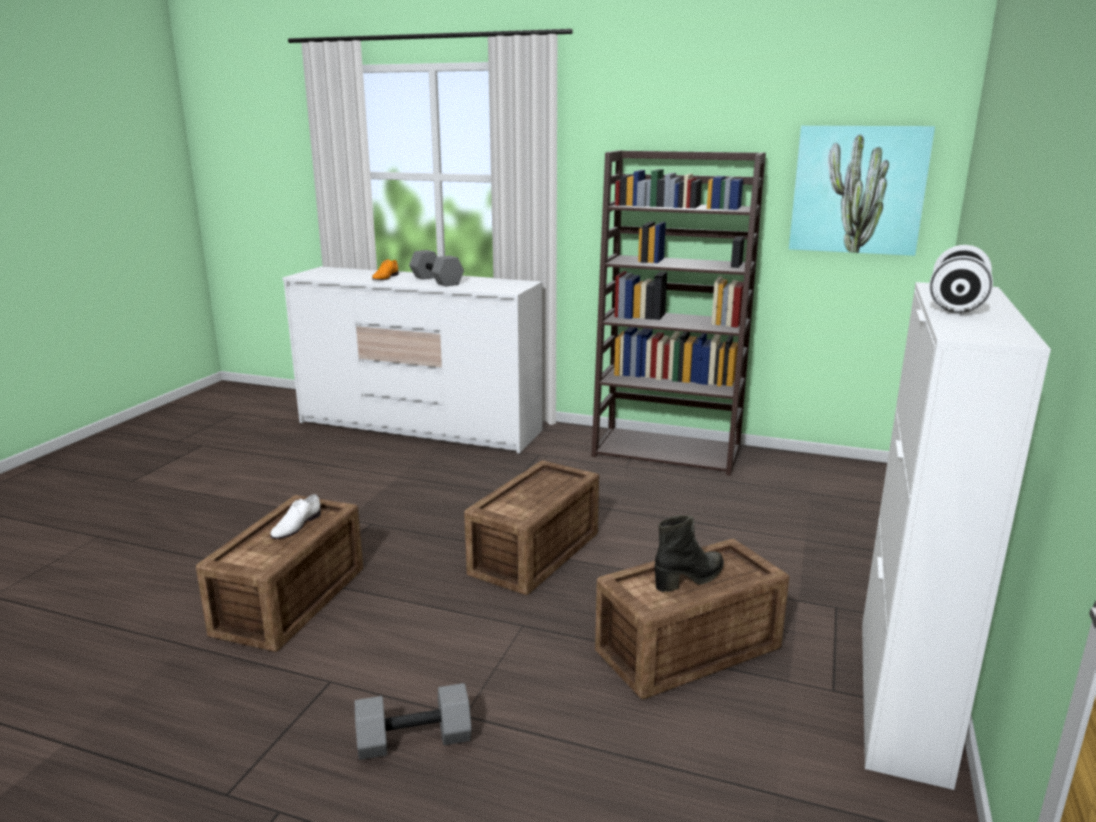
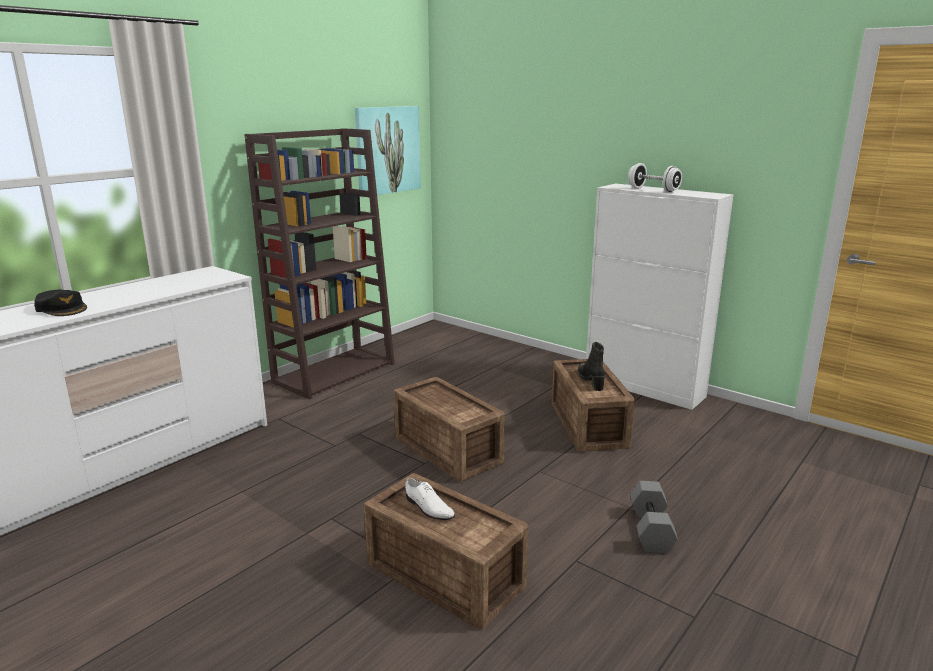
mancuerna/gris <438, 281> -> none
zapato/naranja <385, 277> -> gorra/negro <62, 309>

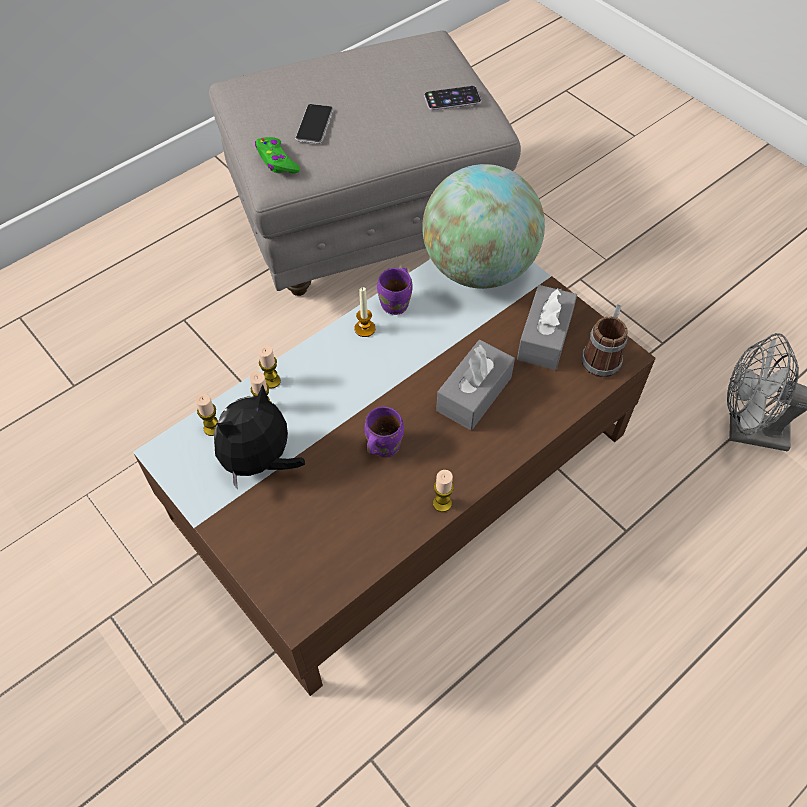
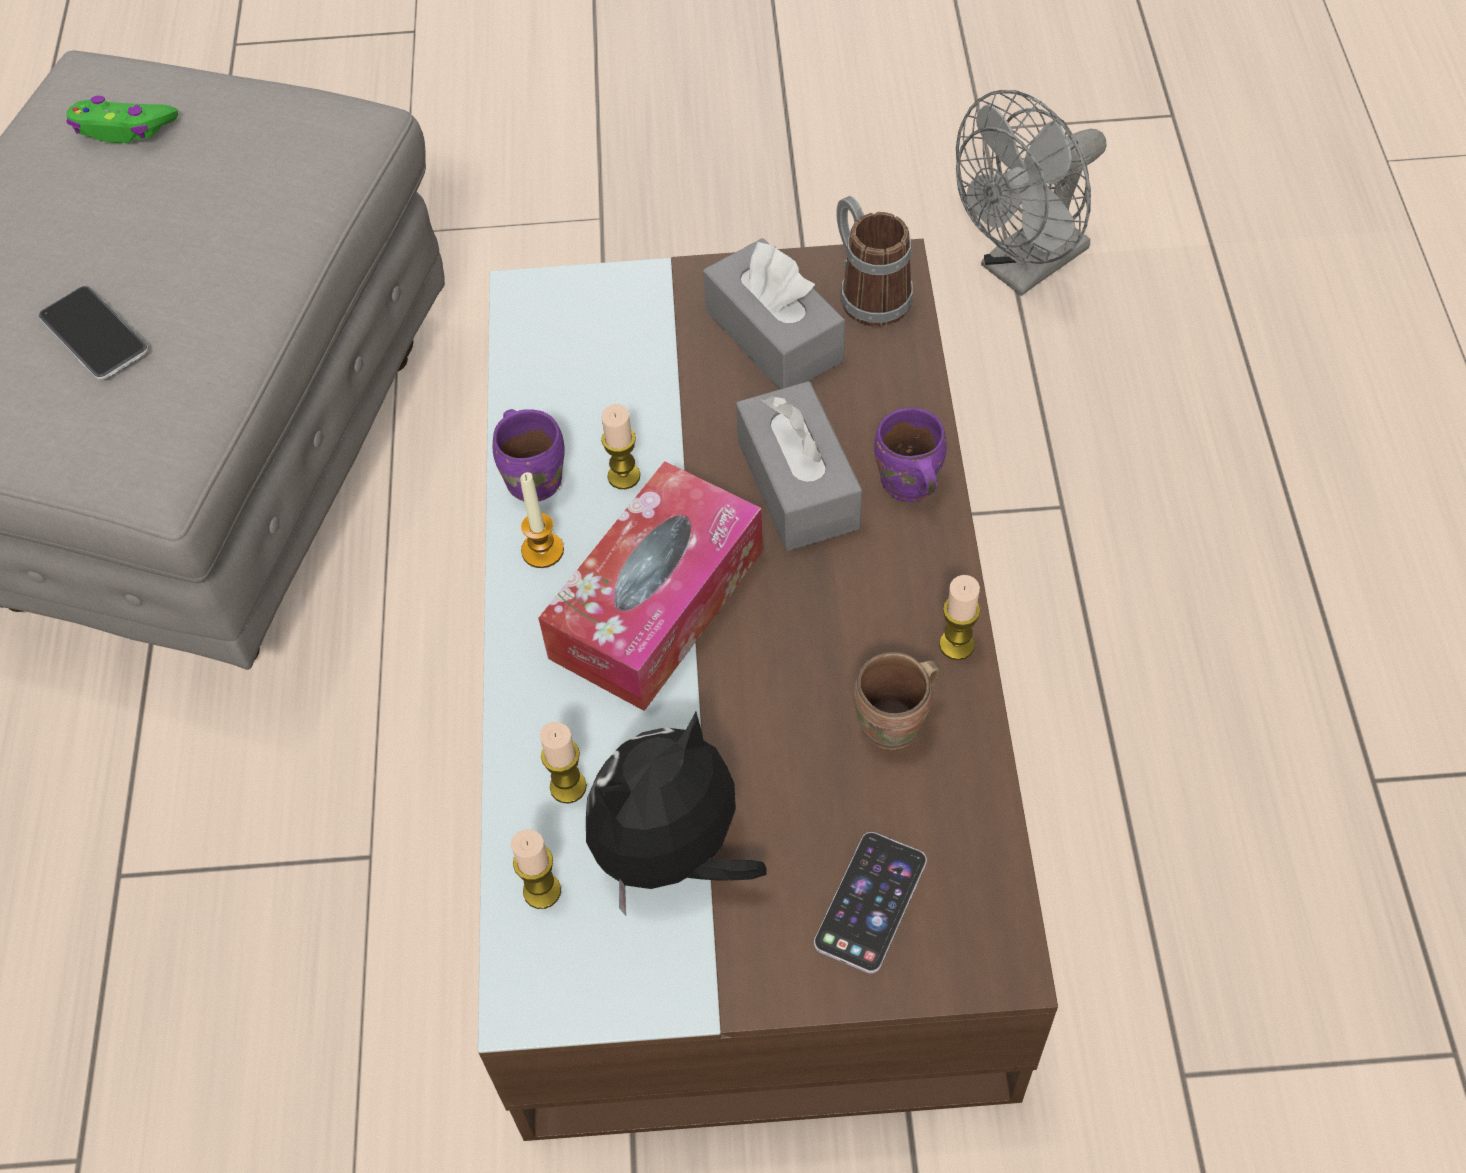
móvil <452, 98> -> móvil <870, 902>, moved
mando de consola/verde <276, 161> -> mando de consola/verde <123, 129>, moved
globo terráqueo <478, 268> -> none
vela <272, 381> -> vela <624, 476>, moved
peluche <260, 462> -> peluche <673, 854>, 60 degrees clockwise
taza grande/morado <382, 446> -> taza grande/morado <907, 486>, moved
none -> caja de pañuelos <657, 604>
none -> taza grande/marrón <896, 725>

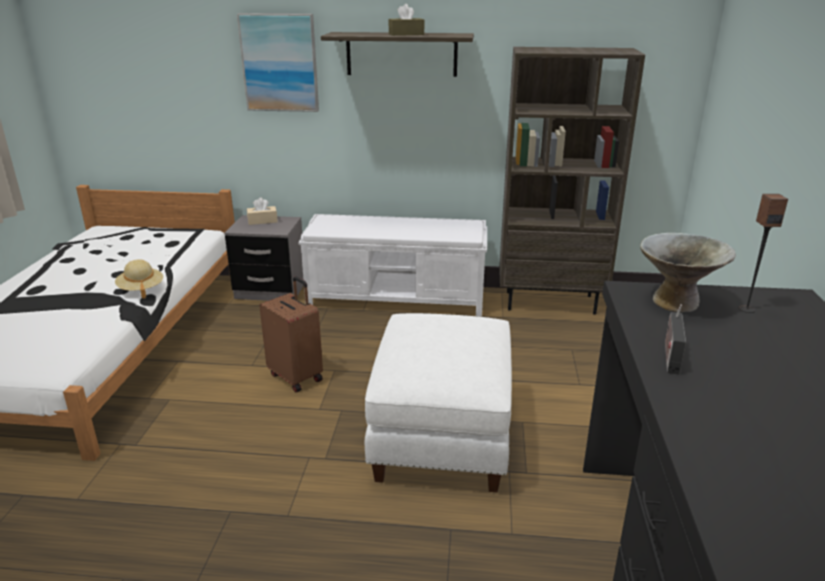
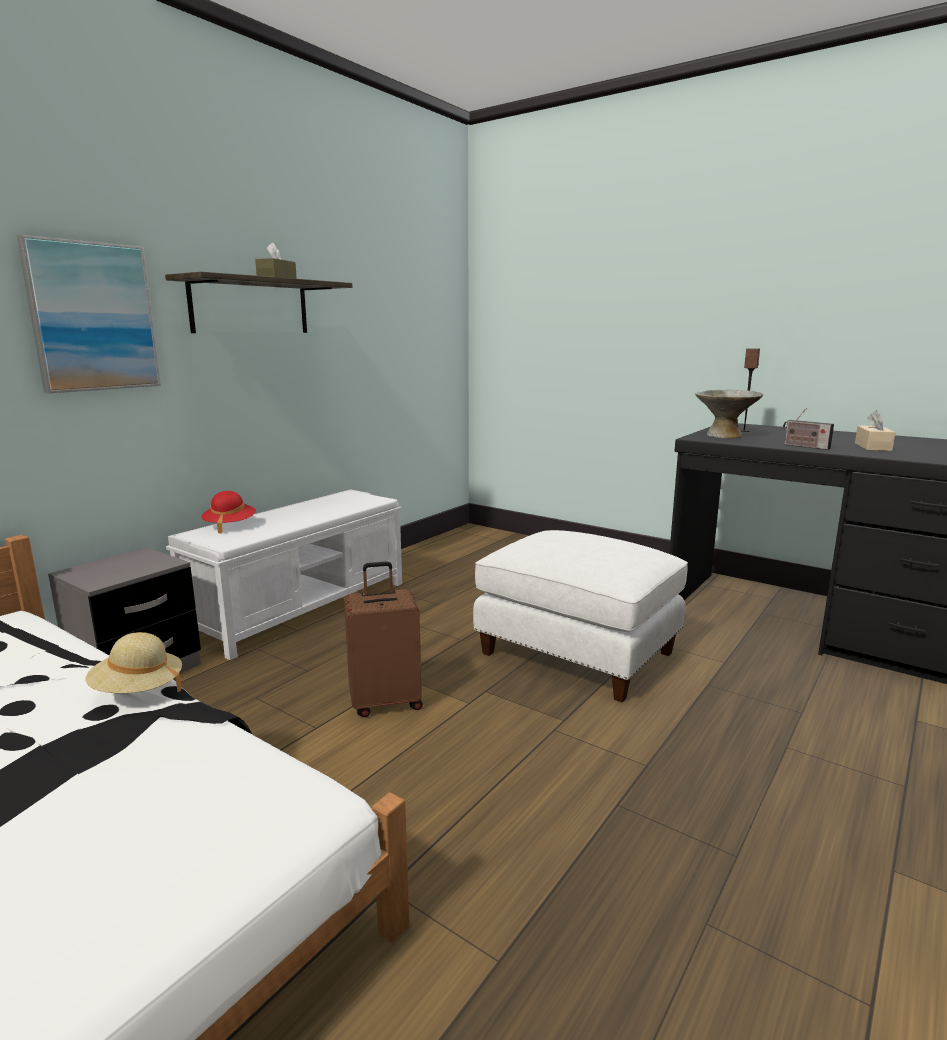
estantería/marrón <550, 302> -> none
caja de pañuelos/beis <262, 221> -> caja de pañuelos/beis <872, 447>, moved
none -> sombrero/rojo <230, 526>

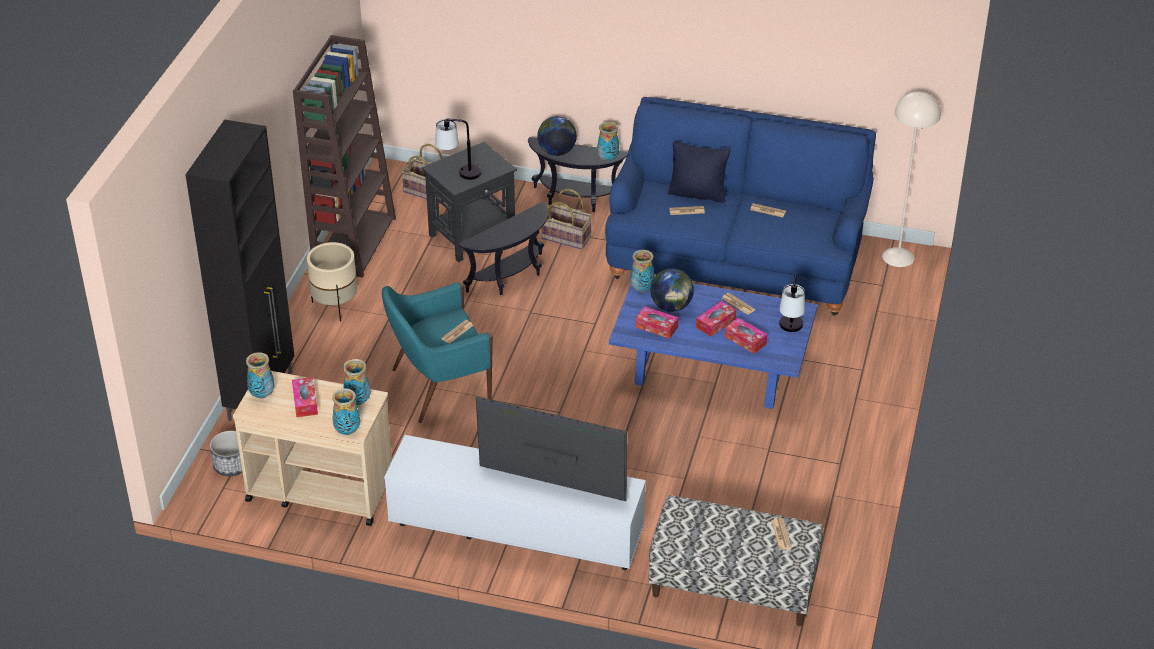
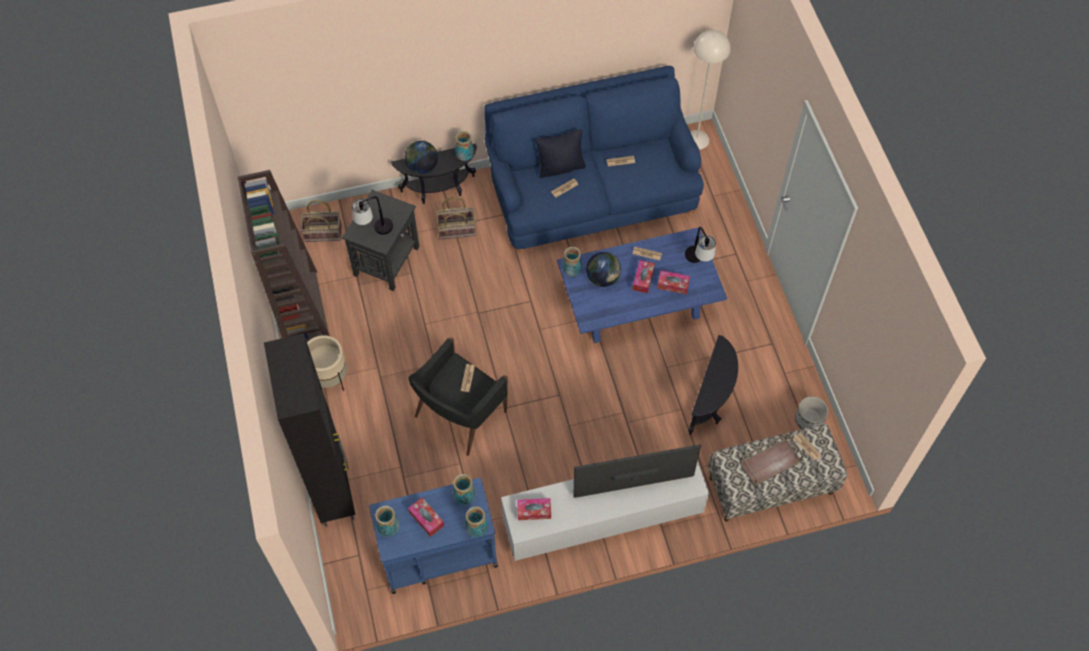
mesa auxiliar/negro <511, 278> -> mesa auxiliar/negro <711, 402>, moved
sillón/turquesa <438, 387> -> sillón/negro <459, 415>
caja de pañuelos <656, 327> -> caja de pañuelos <534, 511>, moved
carrito/beis <319, 489> -> carrito/azul <438, 554>
maceta <231, 465> -> maceta <808, 420>, moved
none -> bandeja/marrón <770, 461>

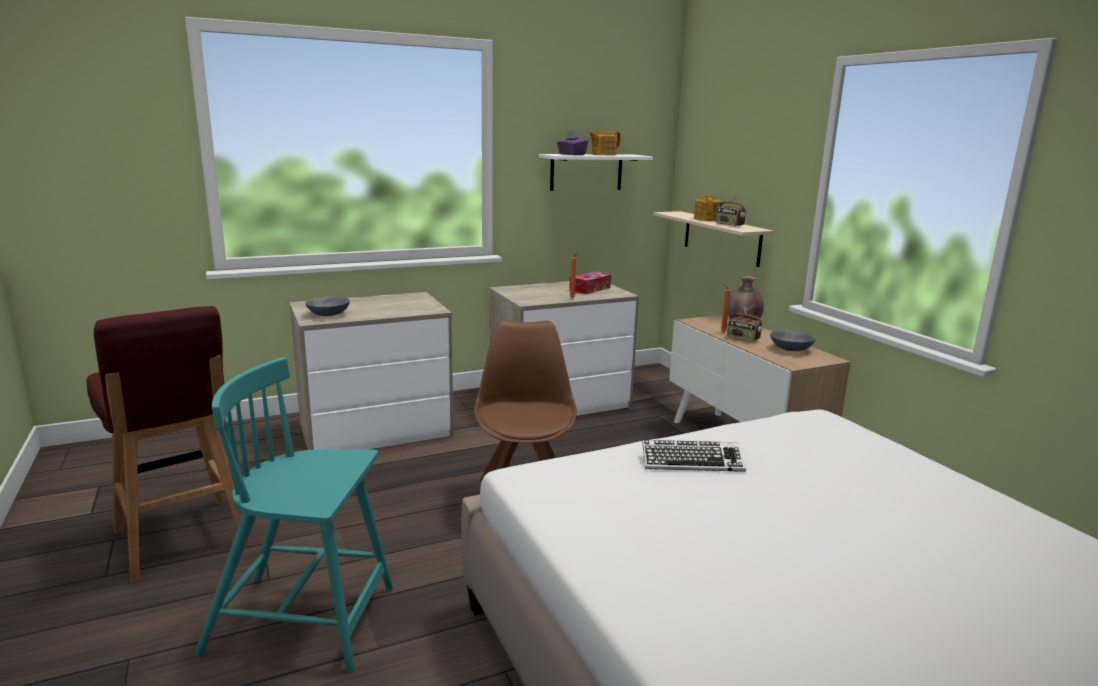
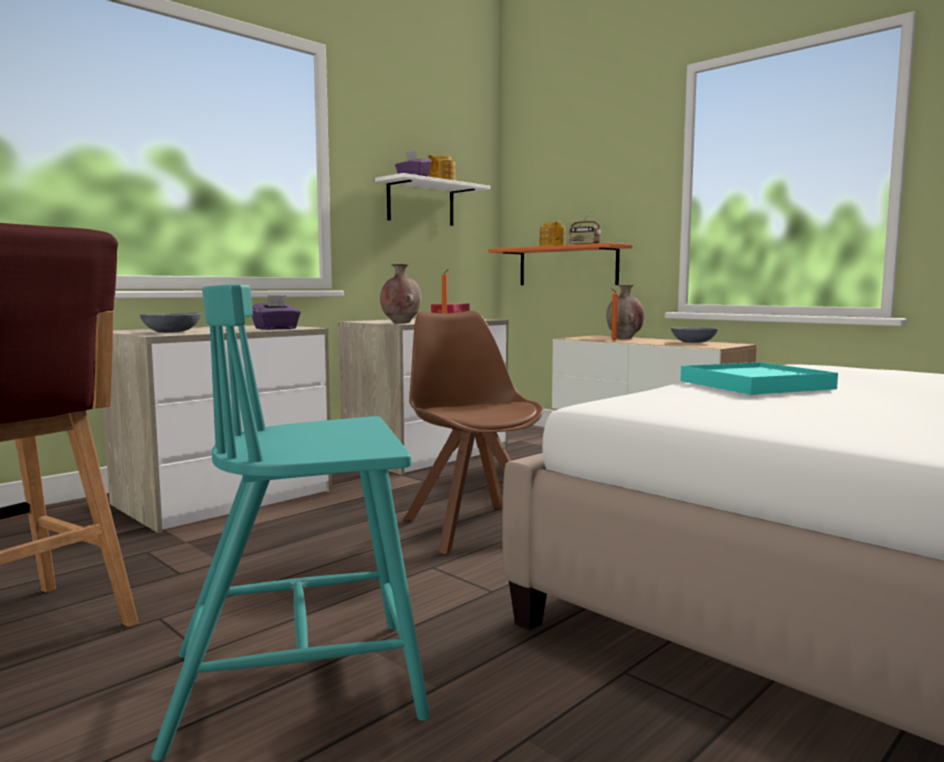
estante/beis <721, 238> -> estante/naranja <567, 266>
radio <742, 339> -> none
teclado <692, 462> -> bandeja/turquesa <755, 385>
none -> florero/marrón <400, 323>
none -> caja de pañuelos/morado <276, 329>

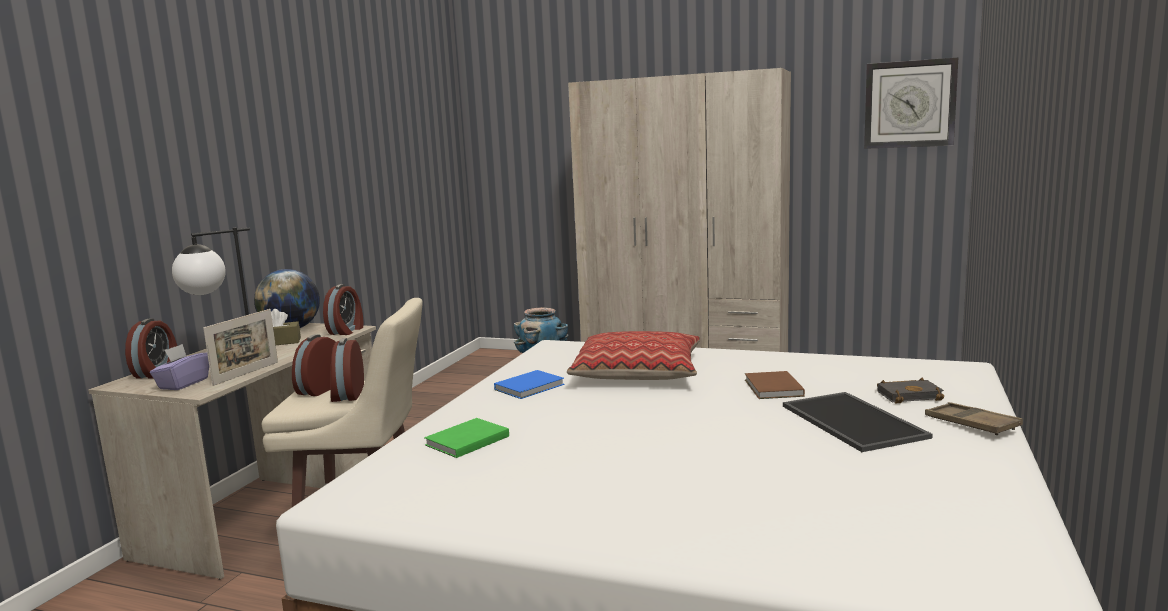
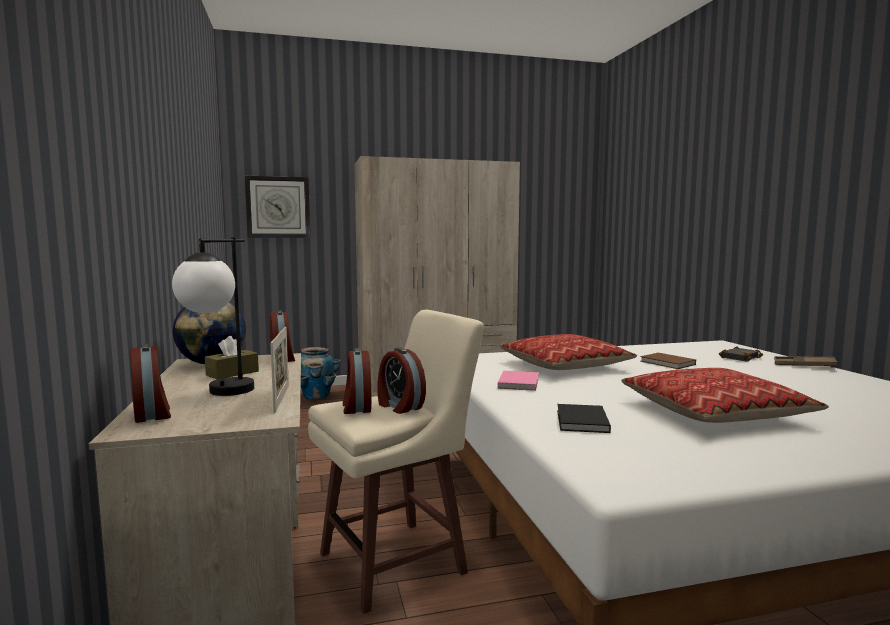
reloj de pared <909, 104> -> reloj de pared <278, 207>, moved
caja de pañuelos/morado <183, 384> -> none
libro/azul <531, 387> -> libro/rosa <519, 382>
bandeja <855, 421> -> none
libro/verde <465, 441> -> libro/negro <581, 422>
none -> cojín <714, 412>

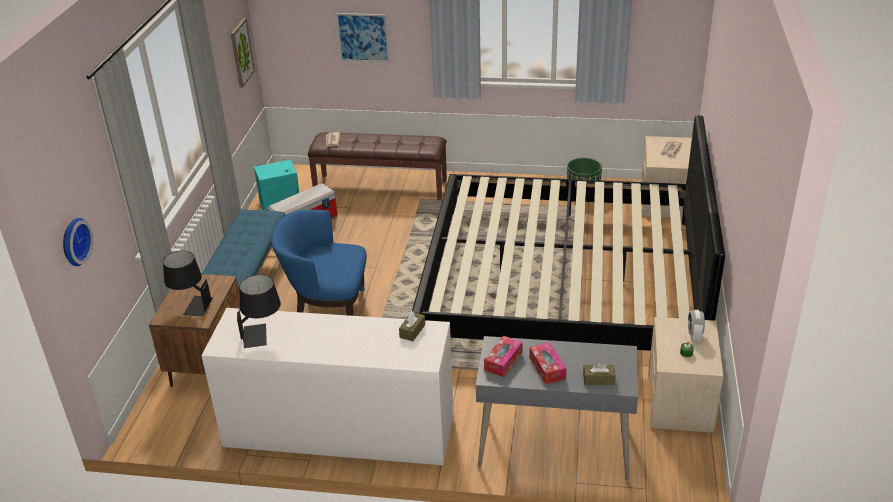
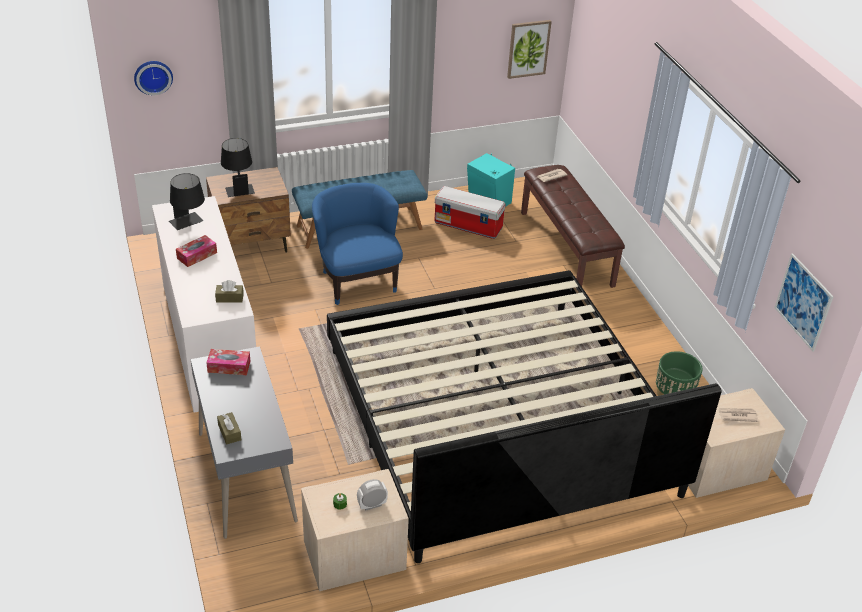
cuadro <363, 37> -> cuadro <803, 302>, moved
caja de pañuelos <547, 368> -> caja de pañuelos <197, 255>, moved

